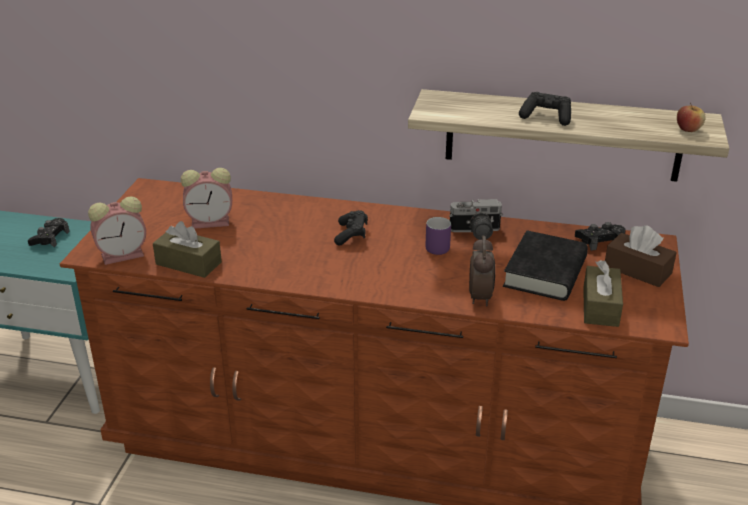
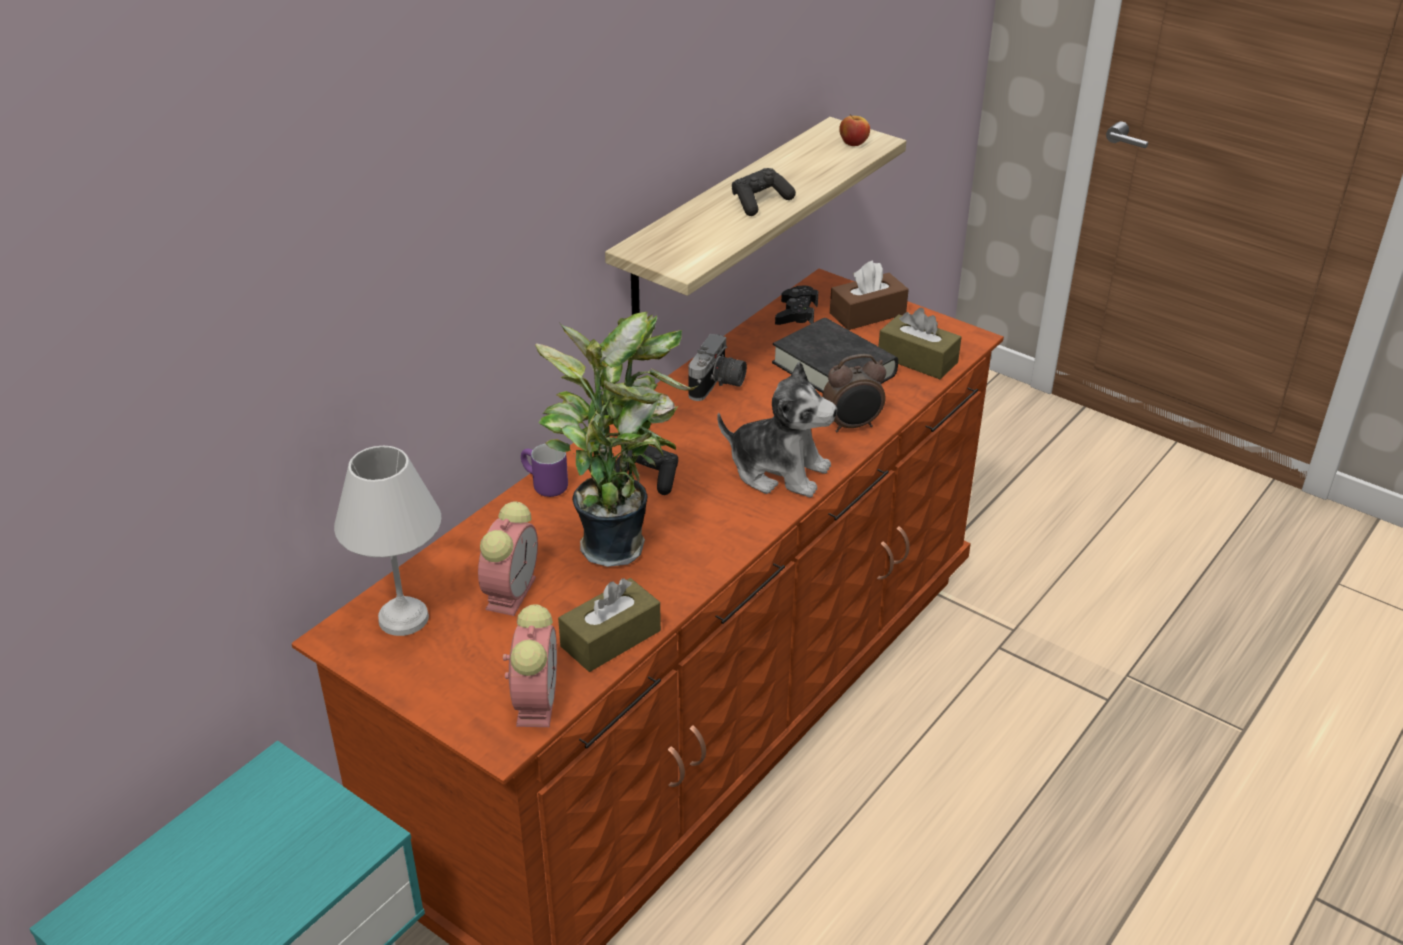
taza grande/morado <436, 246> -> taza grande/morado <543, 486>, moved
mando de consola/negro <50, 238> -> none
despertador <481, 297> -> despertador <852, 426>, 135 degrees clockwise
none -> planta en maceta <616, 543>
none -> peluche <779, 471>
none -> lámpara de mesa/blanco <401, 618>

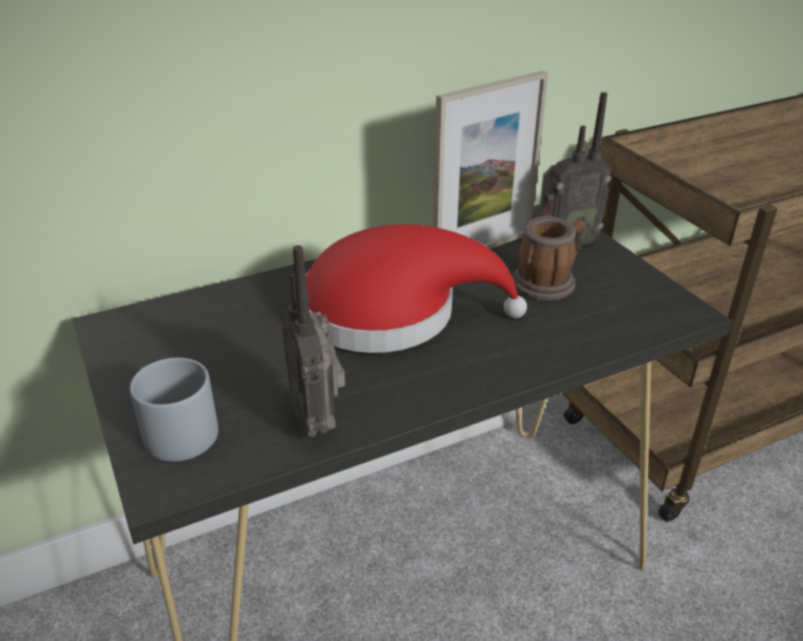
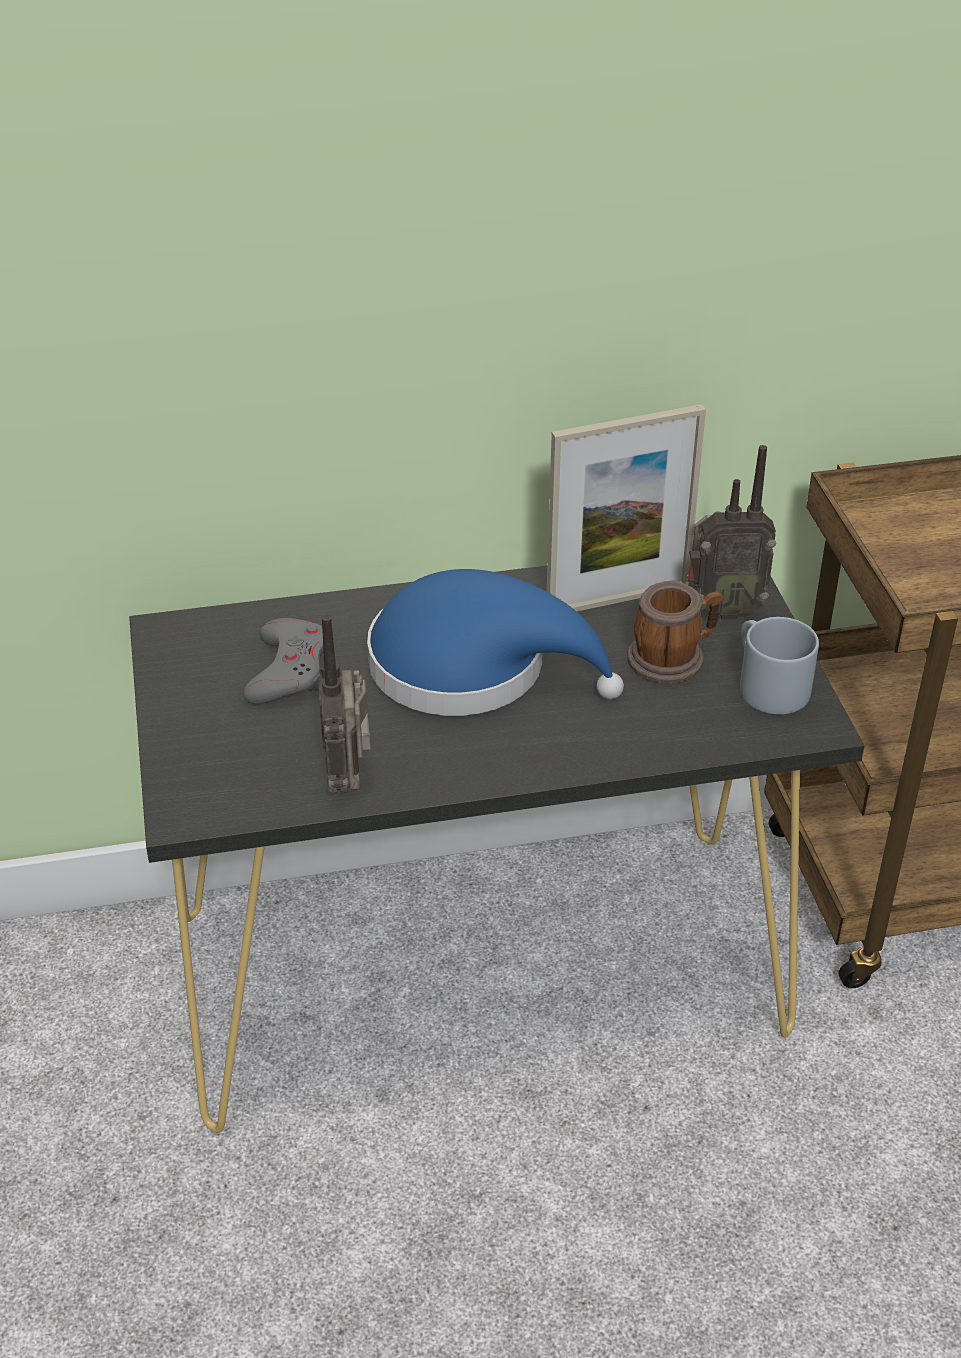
sombrero/rojo <392, 312> -> sombrero/azul <473, 667>
taza grande/gris <173, 429> -> taza grande/gris <766, 684>, moved
none -> mando de consola/gris <289, 670>

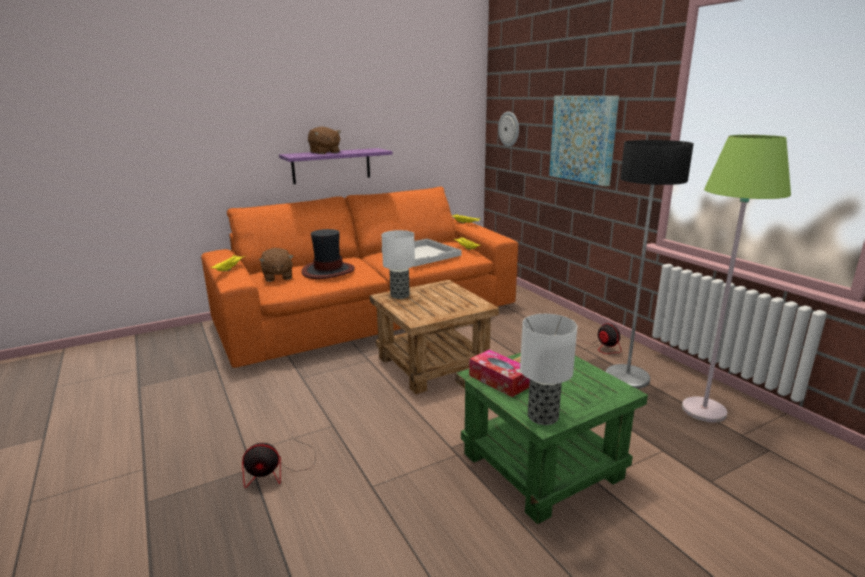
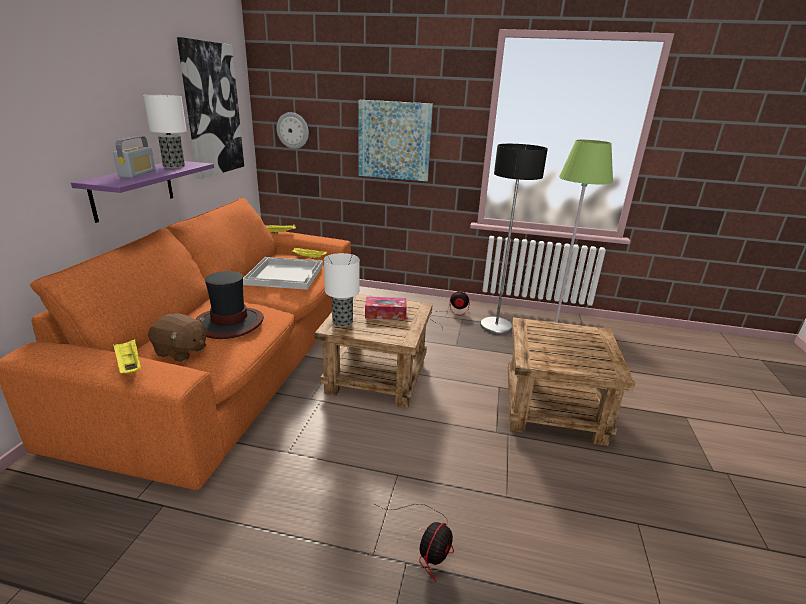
peluche/marrón <324, 152> -> radio <137, 173>
lámpara de mesa <542, 416> -> lámpara de mesa <173, 166>, moved
caja de pañuelos <499, 380> -> caja de pañuelos <385, 314>, moved
mesa auxiliar/verde <542, 464> -> mesa auxiliar/marrón <552, 408>
none -> cuadro <212, 110>

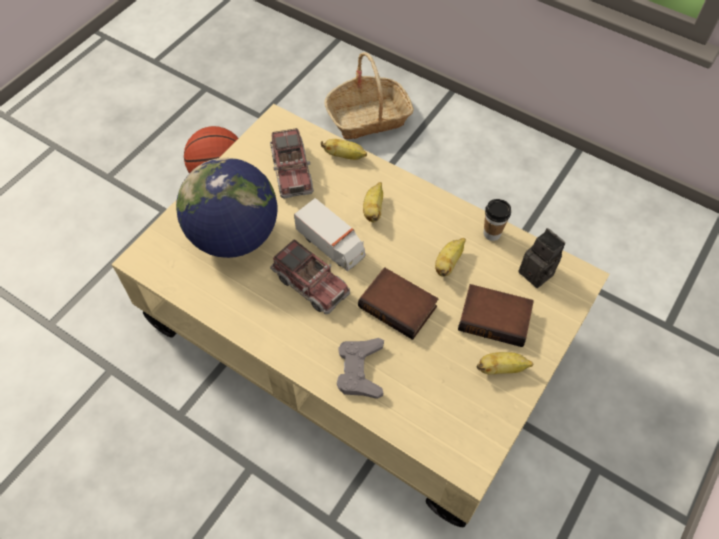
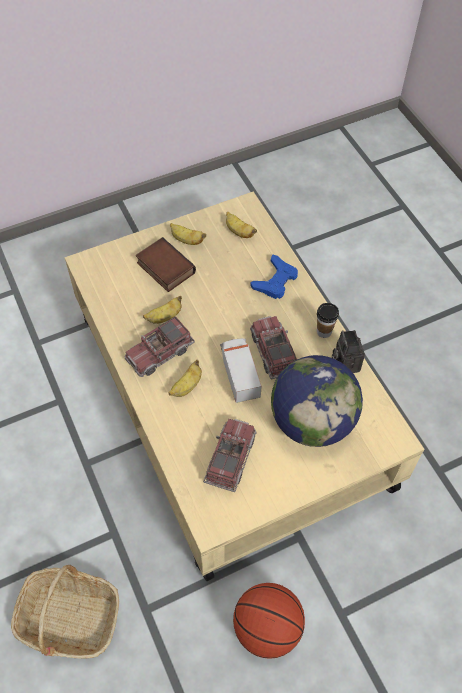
plátano <345, 156> -> plátano <238, 232>, moved
taza <492, 233> -> taza <324, 331>, moved
cámara <538, 273> -> cámara <344, 363>, moved
libro <399, 306> -> none
mando de consola/gris <360, 370> -> mando de consola/azul <275, 281>
none -> camión de juguete <159, 353>

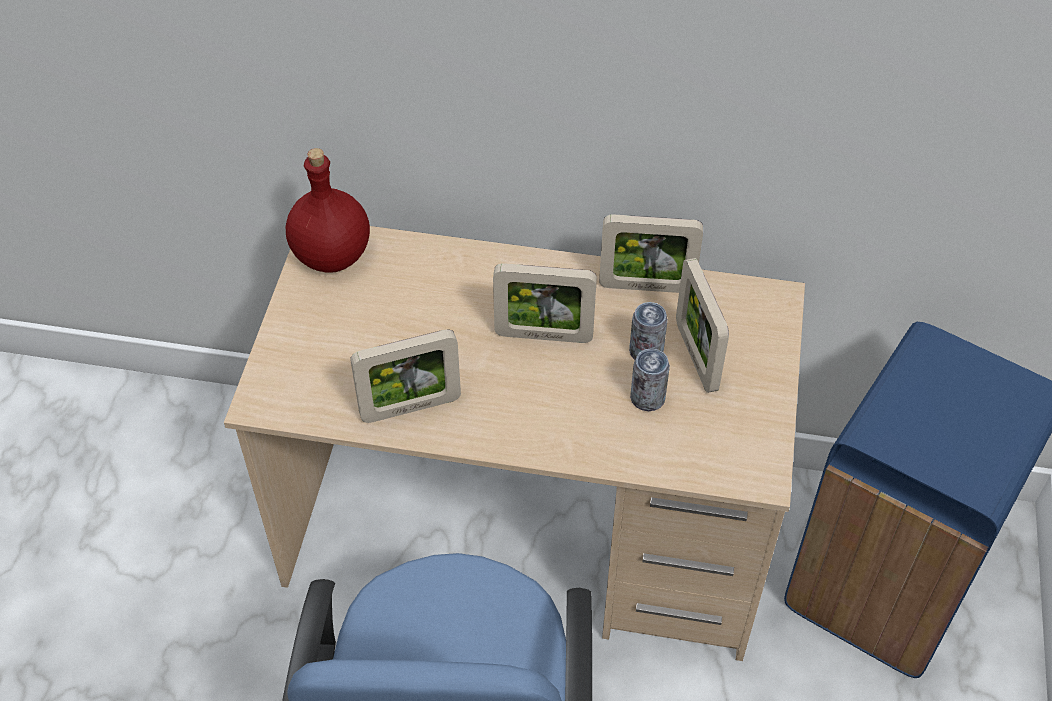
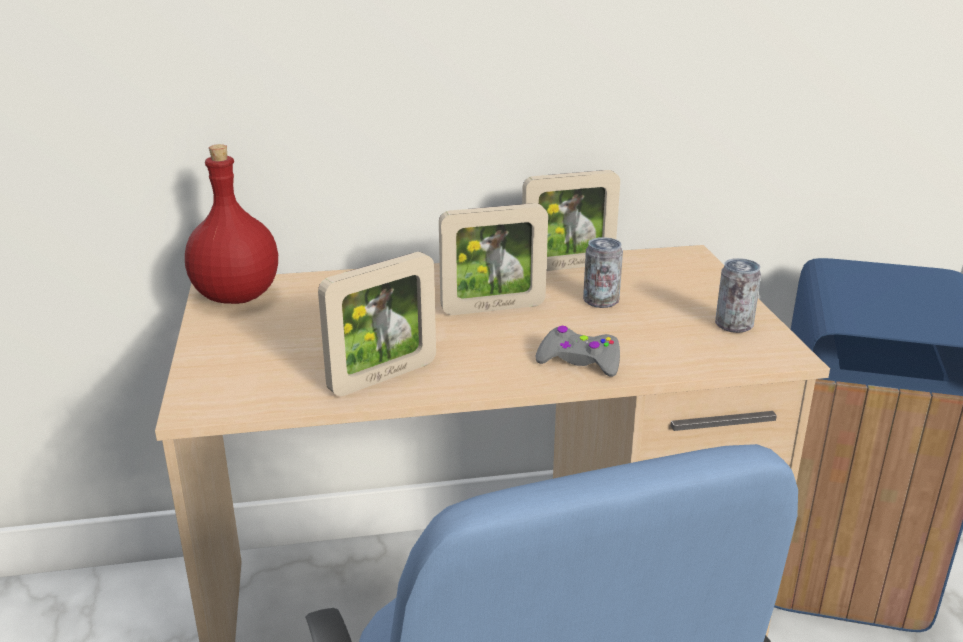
portarretratos <696, 357> -> none
lata <647, 398> -> lata <733, 325>, moved
none -> mando de consola/gris <579, 361>

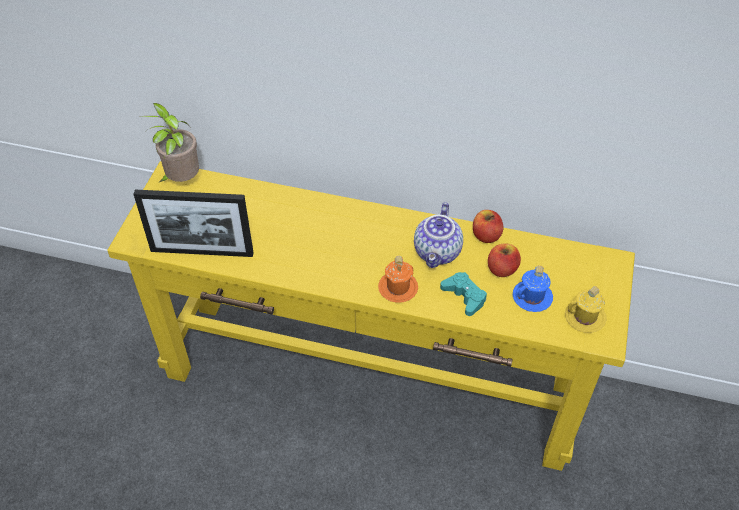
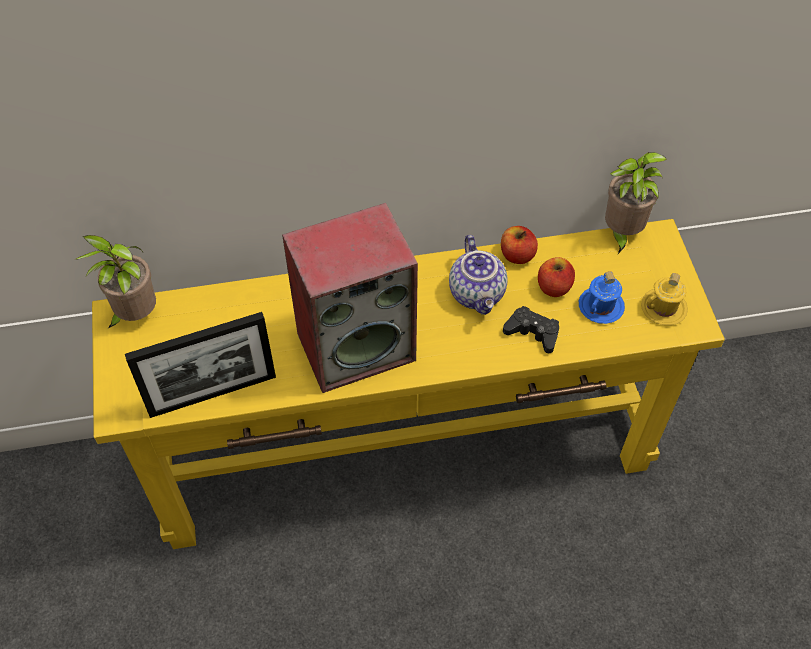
taza grande/naranja <398, 288> -> none
mando de consola/turquesa <464, 296> -> mando de consola/negro <532, 333>
none -> planta en maceta <621, 233>
none -> altavoz <357, 345>

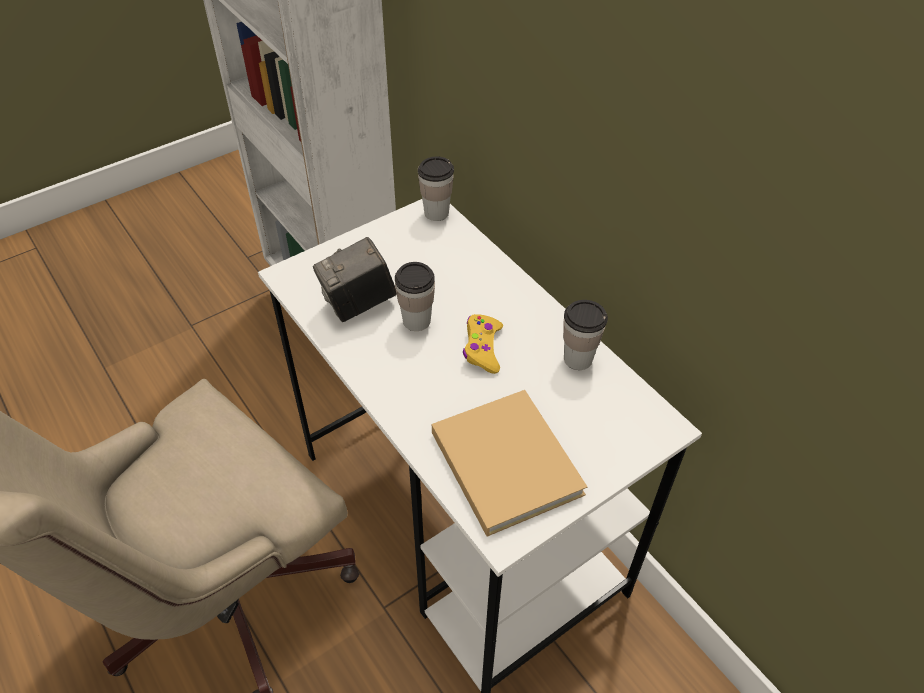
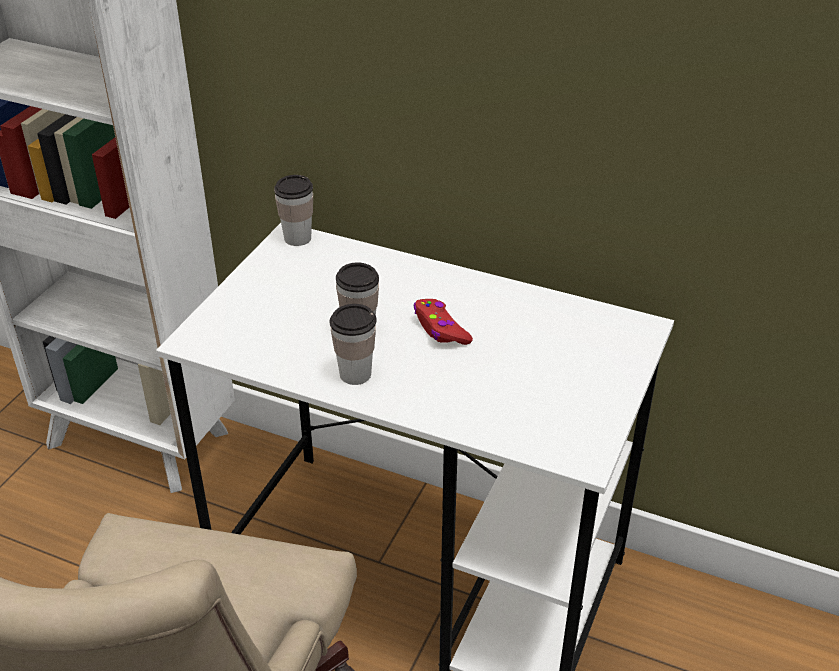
cámara <358, 304> -> none
taza <578, 359> -> taza <355, 374>, moved
mando de consola/amarillo <482, 348> -> mando de consola/rojo <440, 329>
libro/beis <504, 459> -> none

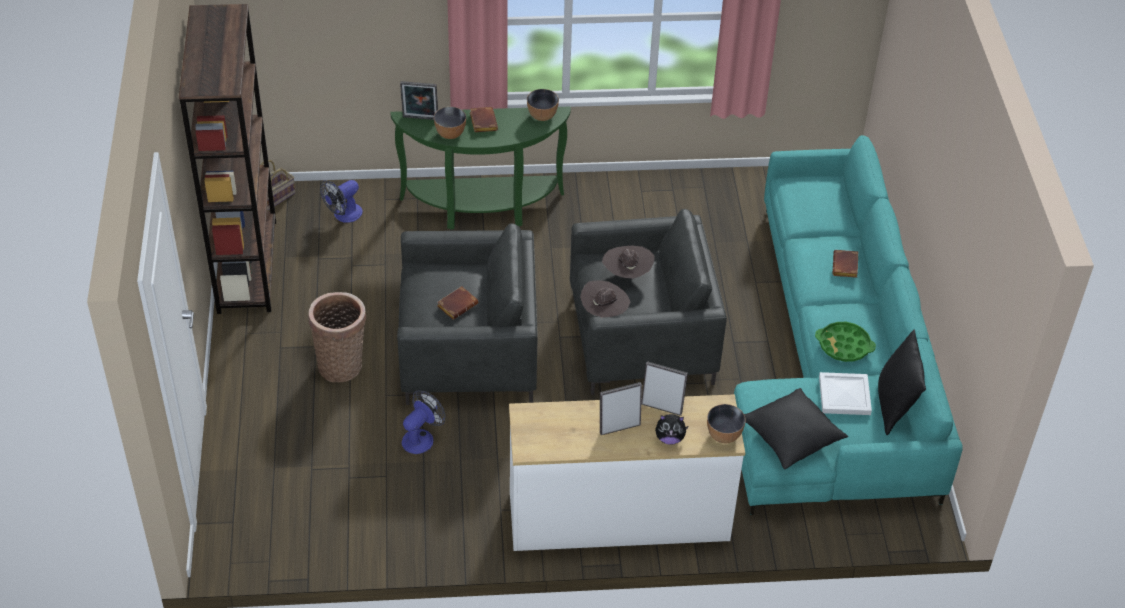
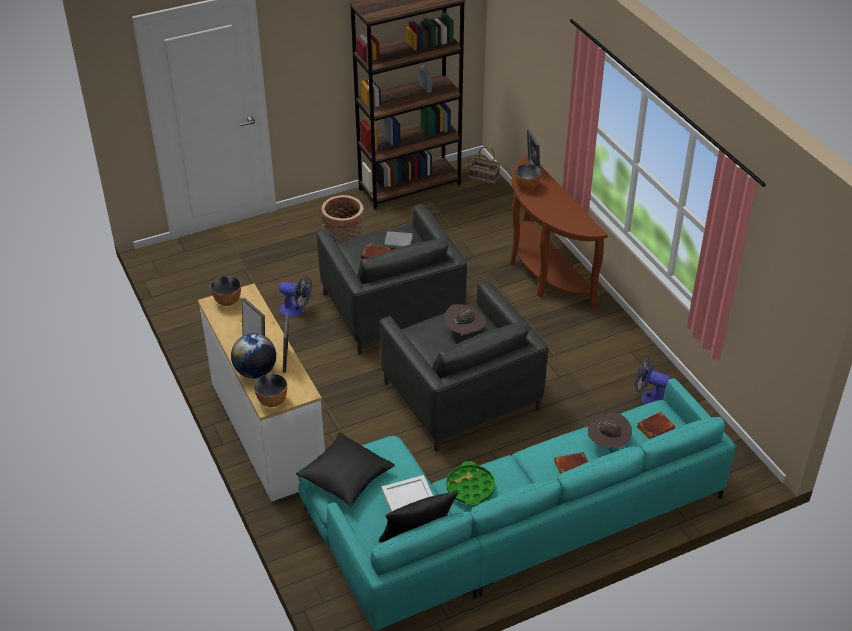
cuenco <542, 116> -> cuenco <228, 301>, moved
mesa consola/verde <482, 209> -> mesa consola/marrón <543, 273>
libro/marrón <482, 122> -> libro/marrón <655, 427>, moved
ventilador <343, 215> -> ventilador <649, 398>, moved
sombrero/marrón <604, 313> -> sombrero/marrón <608, 443>, moved
peluche <669, 438> -> globo terráqueo <255, 372>
none -> libro/gris <399, 242>

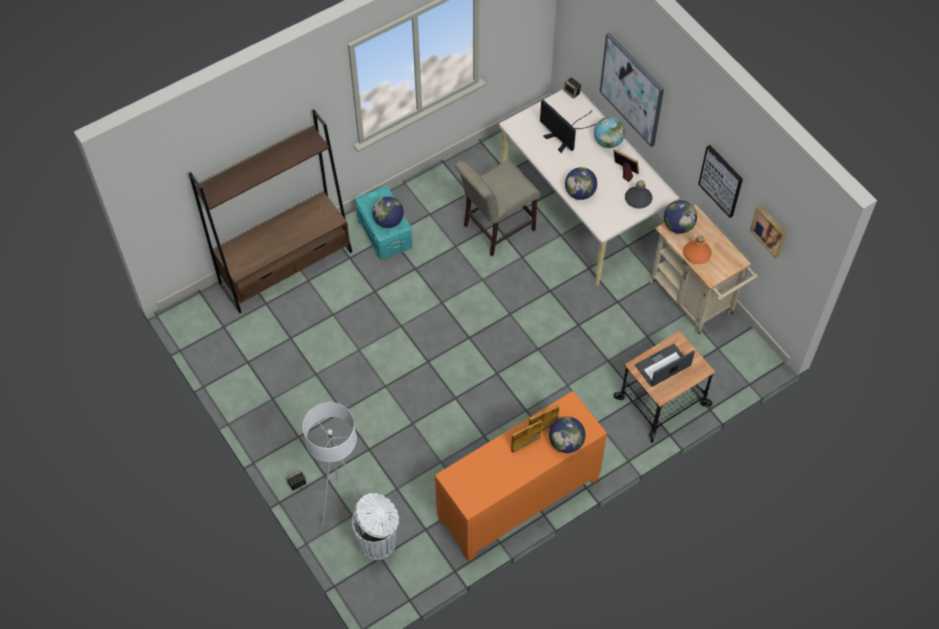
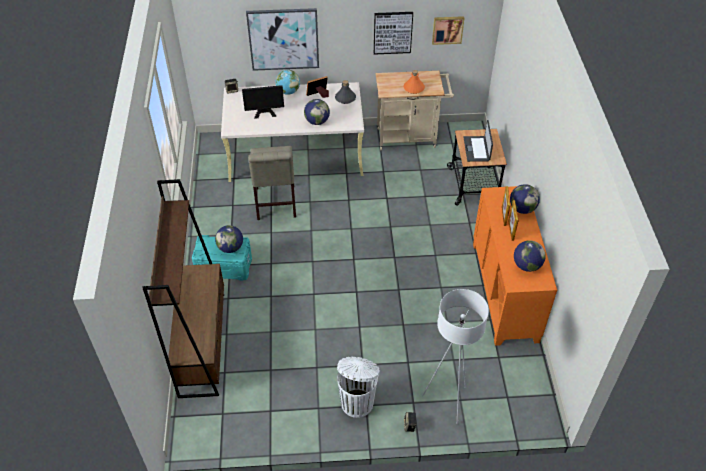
globo terráqueo <678, 226> -> globo terráqueo <526, 265>, moved
papelera/blanco <379, 542> -> papelera/blanco <357, 402>, moved

